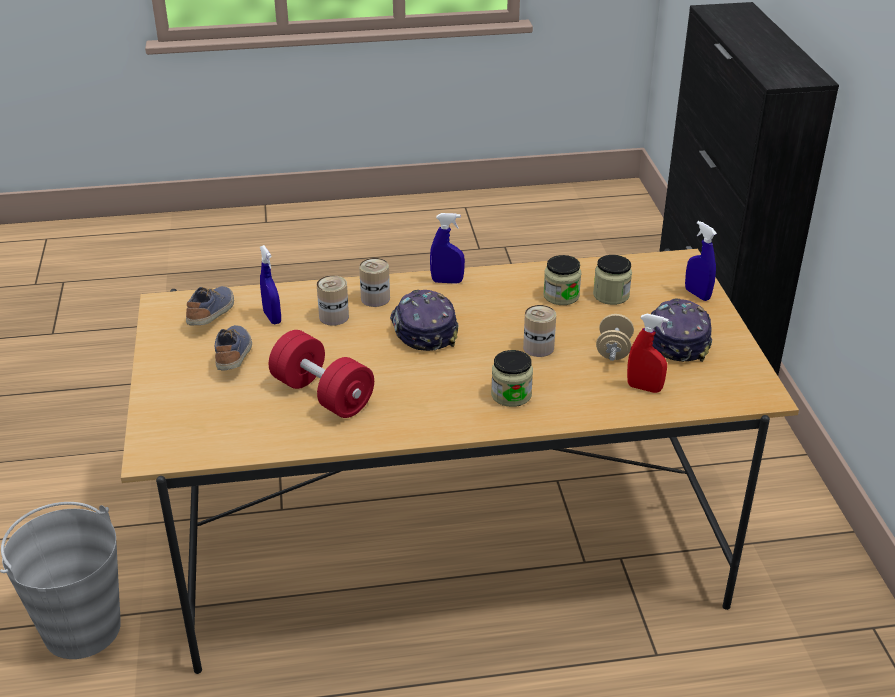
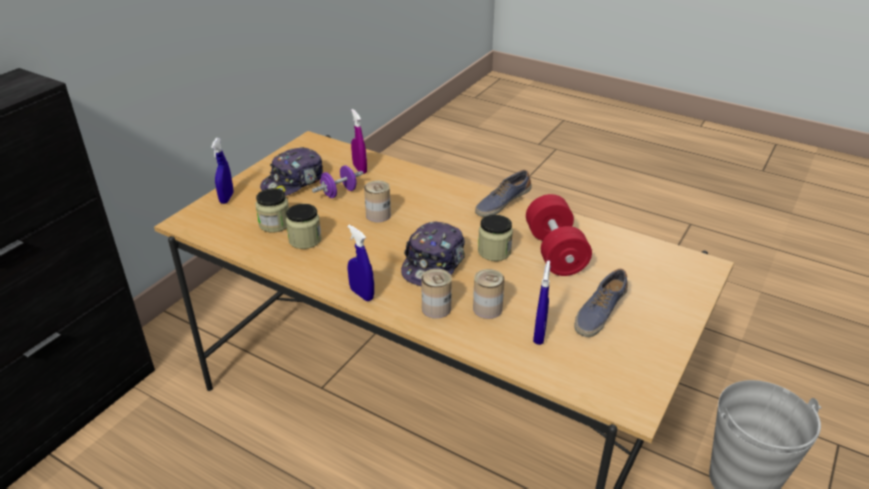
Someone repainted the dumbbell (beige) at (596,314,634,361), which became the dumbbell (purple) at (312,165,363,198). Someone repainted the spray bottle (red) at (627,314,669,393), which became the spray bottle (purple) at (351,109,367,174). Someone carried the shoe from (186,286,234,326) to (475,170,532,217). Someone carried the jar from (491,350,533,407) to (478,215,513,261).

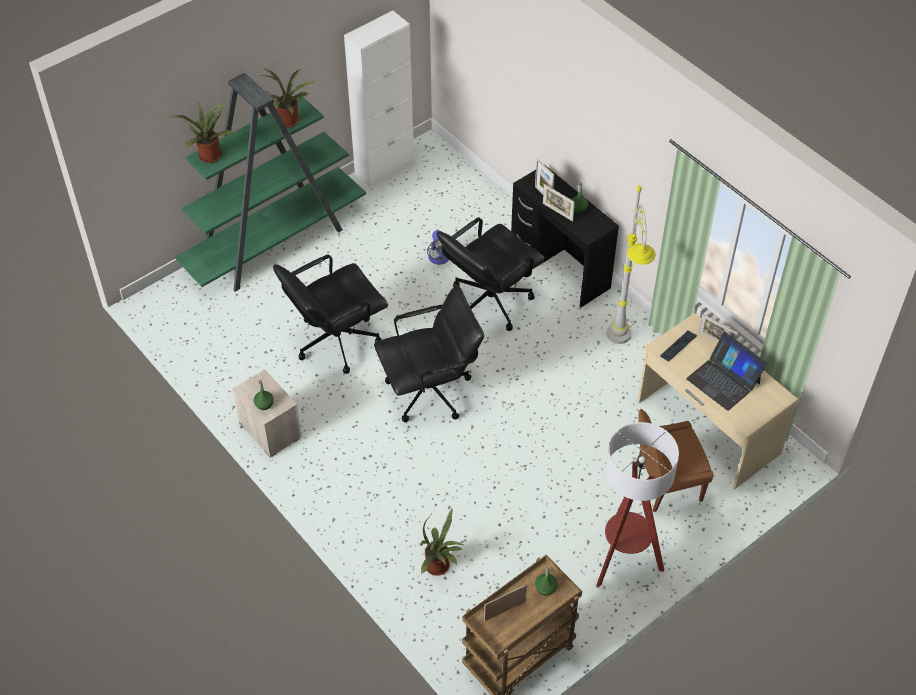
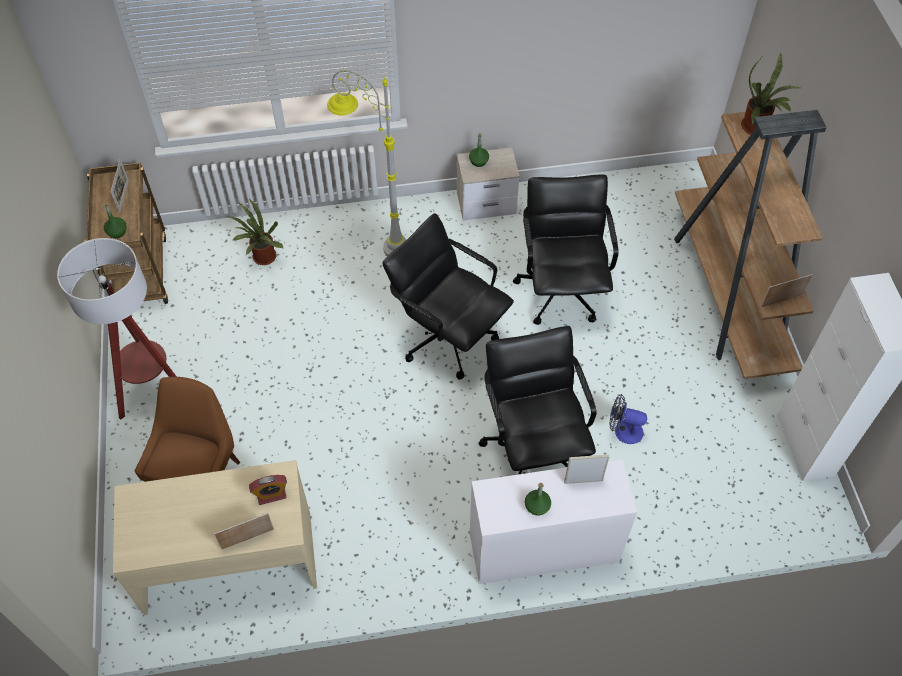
Someone swapped the keyboard at (660,330,697,361) for the alarm clock at (249,475,287,505). Someone carried the floor lamp (grey) from (607,185,656,344) to (327,70,407,256). Someone rotated the office chair (black) at (374,285,484,422) by 120 degrees clockwise. Someone repainted the desk (black) at (511,165,619,308), which became the desk (white) at (470,459,637,584). Someone repainted the bookcase (green) at (175,73,366,292), which became the bookcase (brown) at (674,110,826,379). Someone carried the picture frame from (543,184,575,221) to (761,274,813,308). Someone took away the potted plant at (261,68,314,128). Someone took away the laptop at (686,332,767,411).

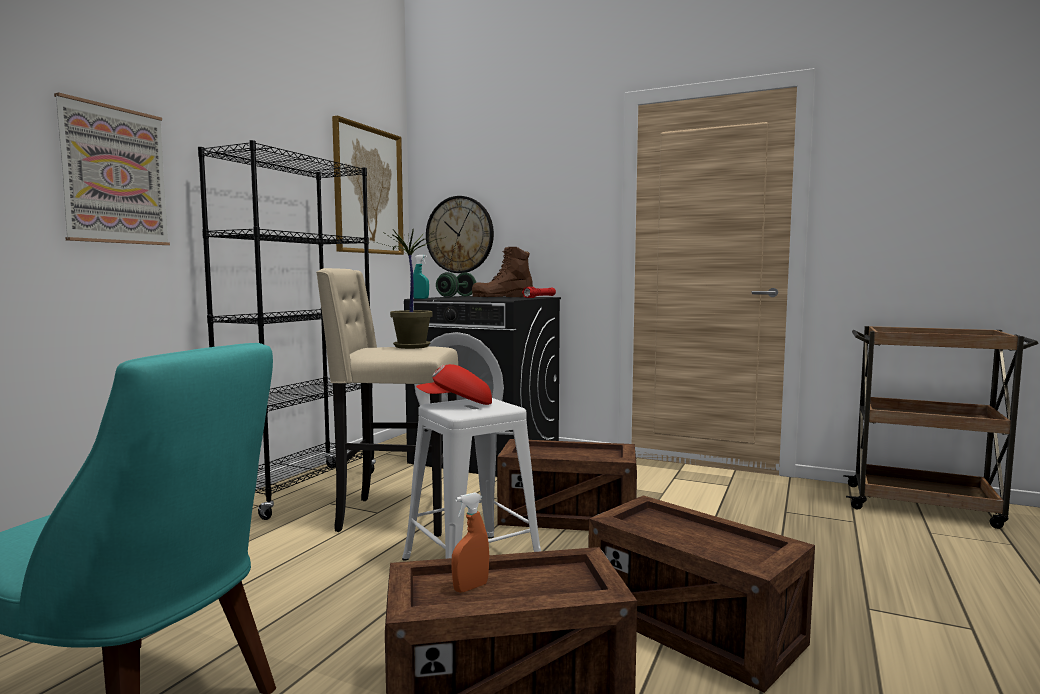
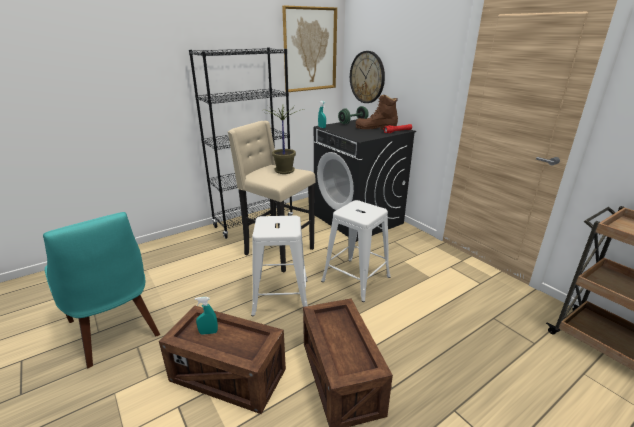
Someone repainted the spray bottle (orange) at (451,492,489,593), which became the spray bottle (turquoise) at (195,297,218,335). Someone swapped the crate at (497,439,637,531) for the stool (white) at (321,200,391,302). Someone took away the picture at (54,92,170,245). Someone took away the cap (red) at (416,364,492,405).

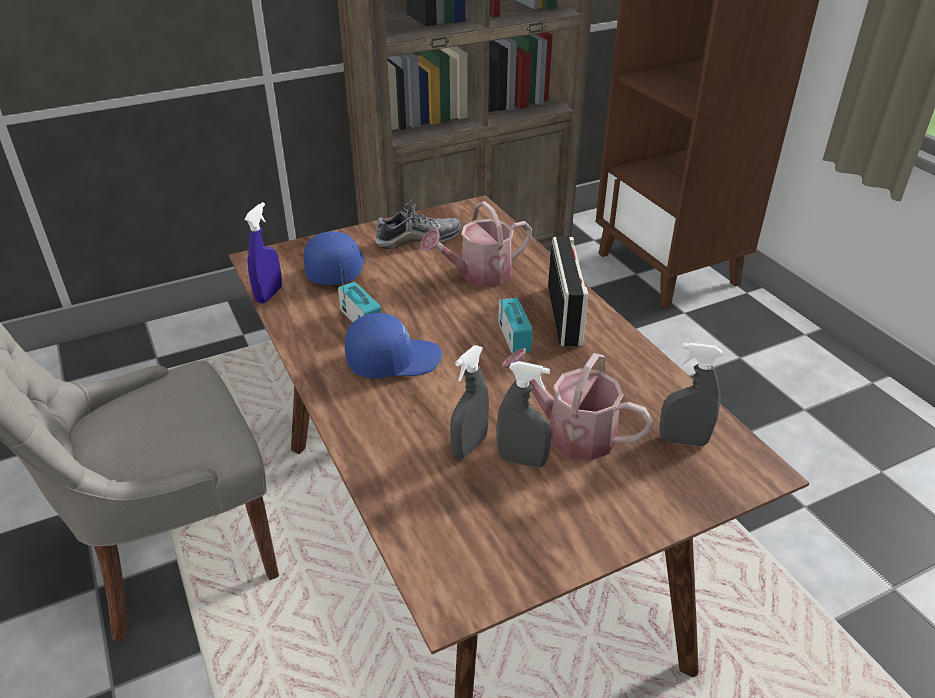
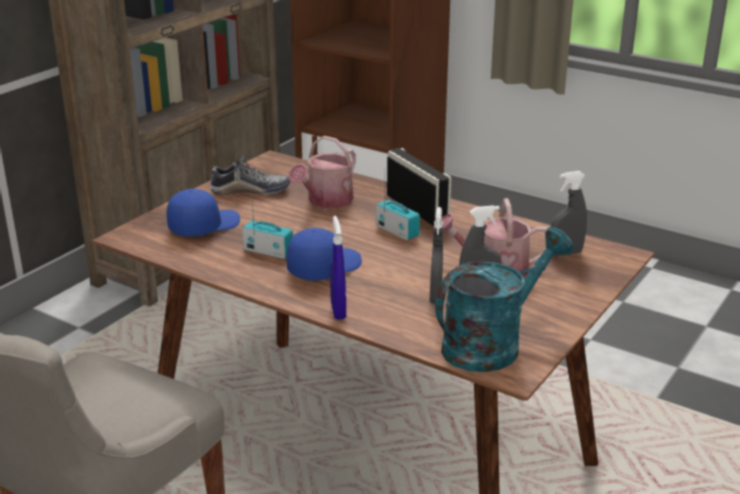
Someone rotated the cap (blue) at (304,231,364,285) by 75 degrees clockwise. Someone rotated the shoe at (375,200,462,249) by 45 degrees clockwise. Someone carried the spray bottle (blue) from (244,202,282,304) to (330,216,346,320). Someone put down the watering can (turquoise) at (435,227,573,372).

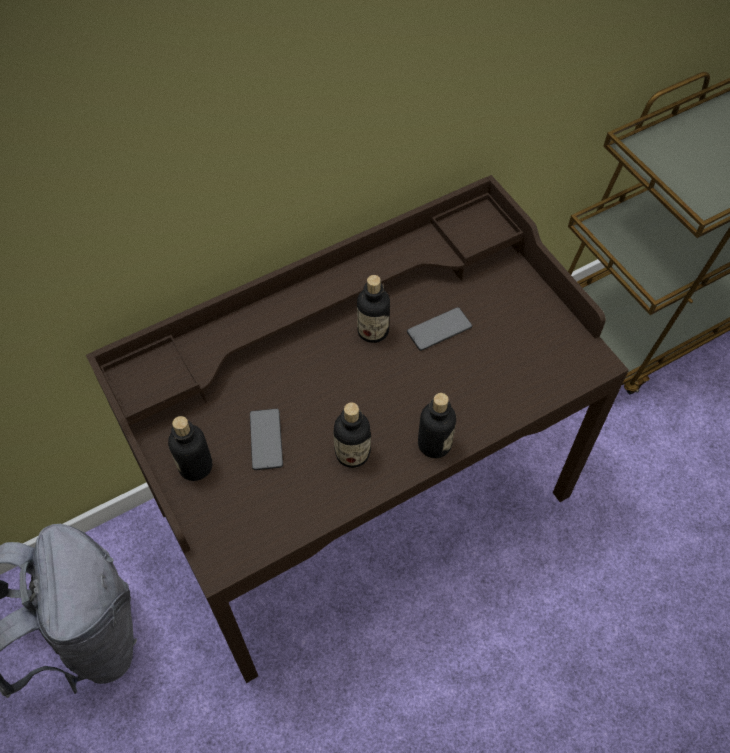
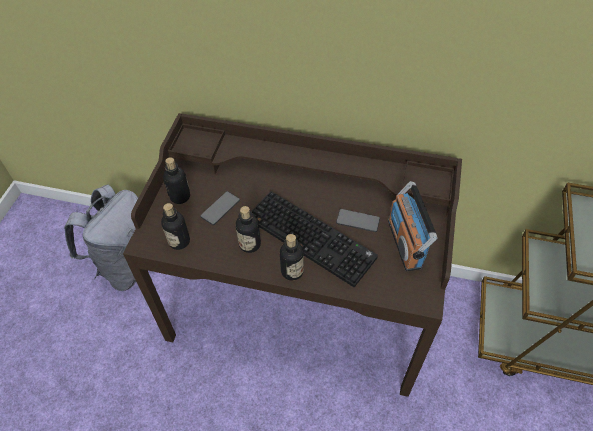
Someone carried the bottle from (357,275,390,343) to (161,203,190,250). Someone put down the keyboard at (251,191,378,287). Someone put down the radio at (388,181,438,271).

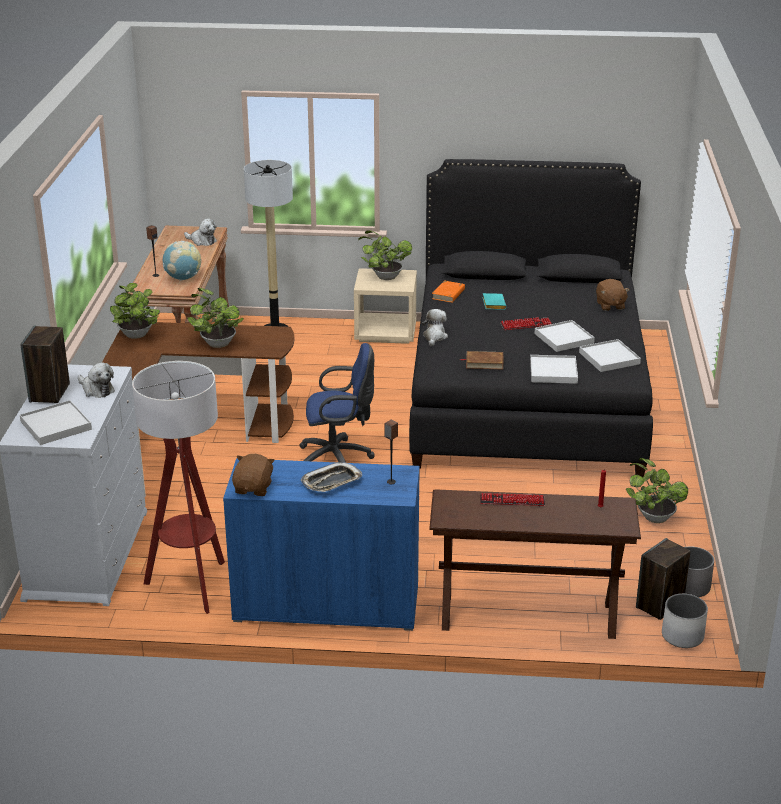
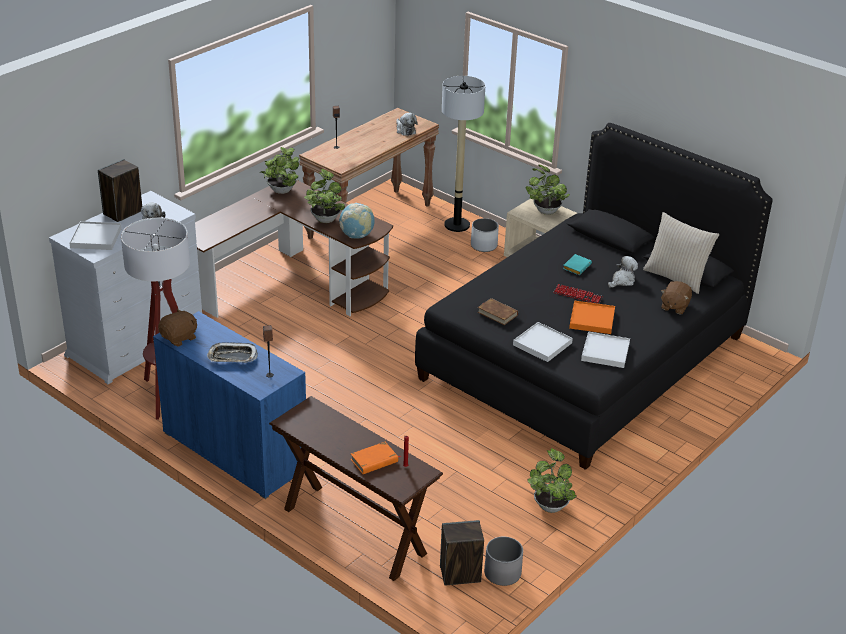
Someone carried the globe from (163,241,201,281) to (339,203,375,239). Someone carried the book (orange) from (432,281,465,303) to (351,442,401,474). Someone carried the planter (white) from (662,594,708,648) to (471,218,499,252). Someone repainted the tray (white) at (534,320,595,352), which became the tray (orange) at (569,301,615,334). Someone carried the plush toy from (422,309,448,346) to (608,256,638,288). Someone put down the pillow (beige) at (643,212,719,294). Someone took away the office chair (blue) at (299,343,375,462). Someone took away the keyboard at (480,493,545,507).

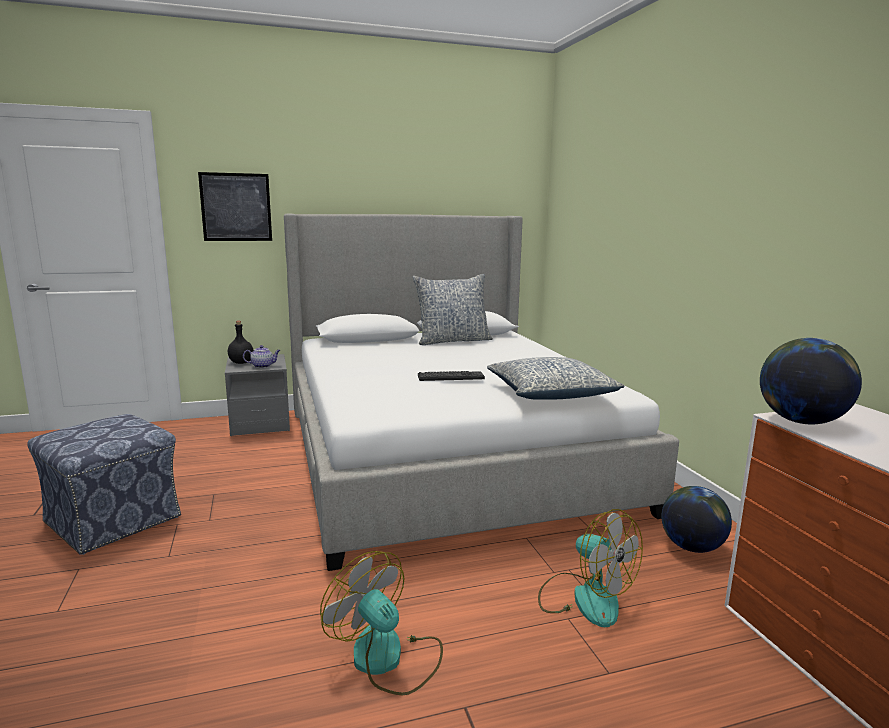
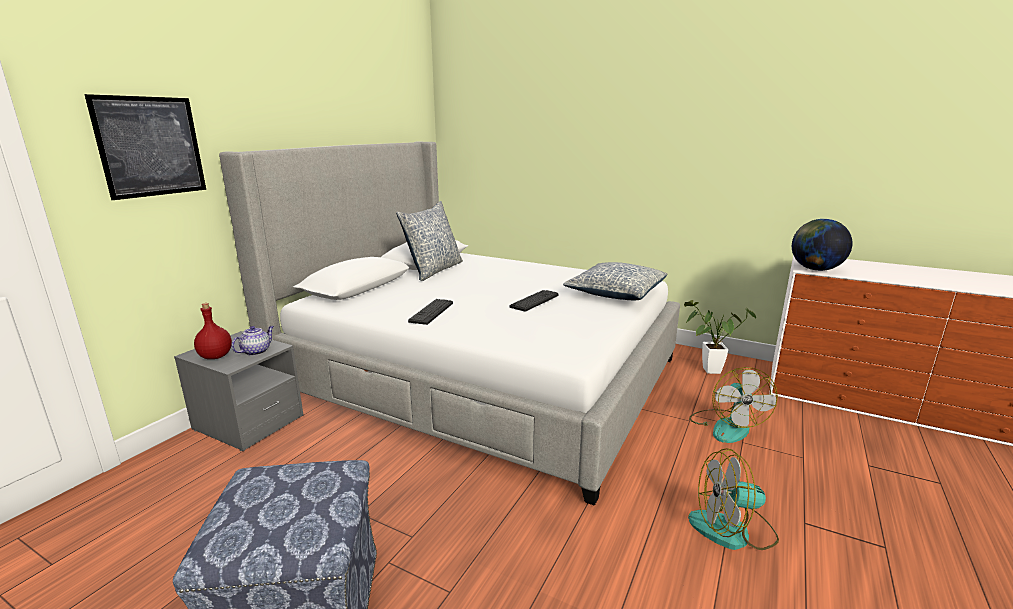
Someone repainted the bottle (black) at (228,321,254,364), which became the bottle (red) at (194,303,232,359). Someone put down the keyboard at (408,299,453,325). Someone swapped the globe at (661,486,732,553) for the potted plant at (684,300,756,374). Someone rotated the fan at (538,509,643,627) by 90 degrees clockwise.

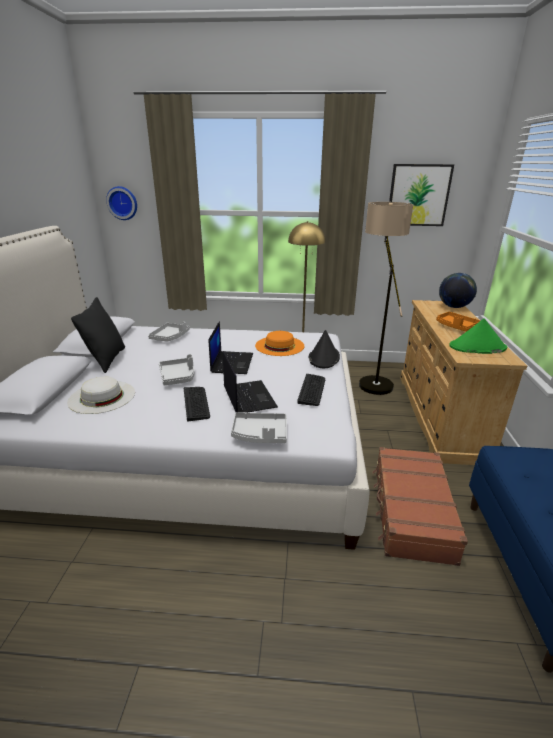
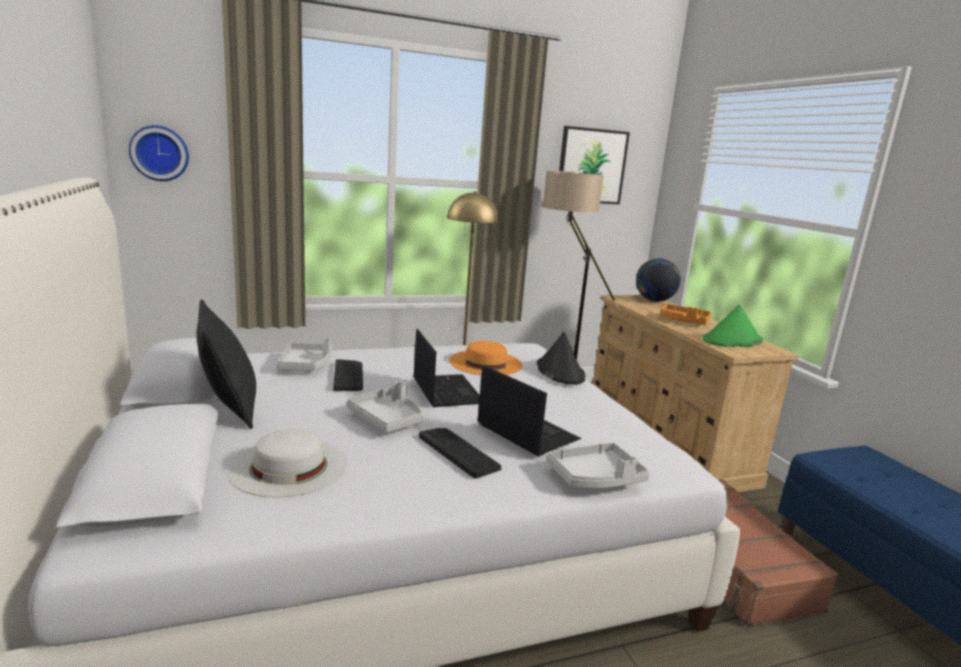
Someone carried the keyboard from (297,374,325,406) to (333,359,363,391).

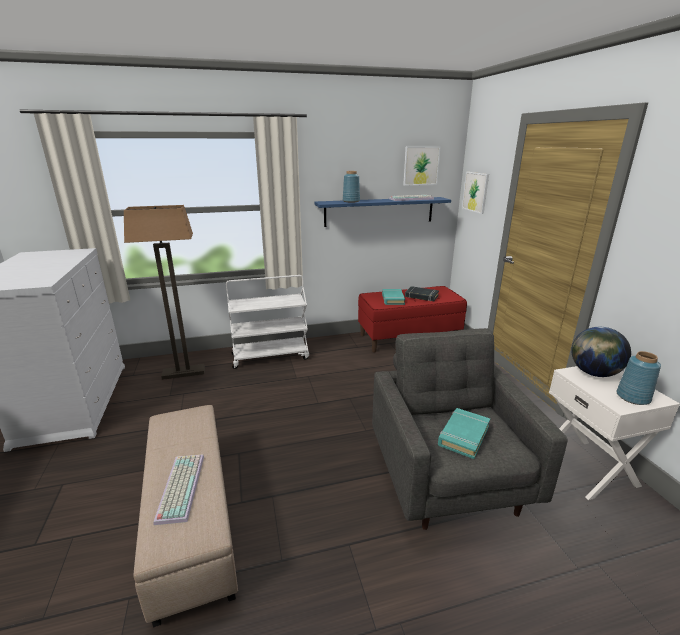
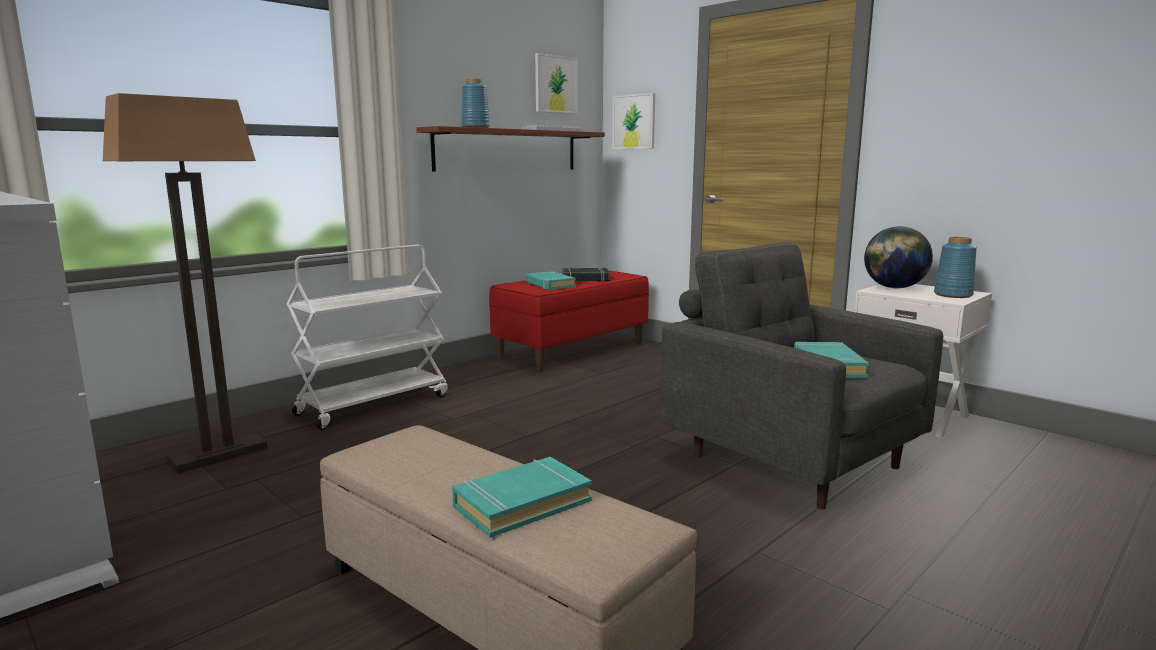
Someone repainted the shelf (blue) at (315,197,451,227), which became the shelf (brown) at (416,126,605,171). Someone swapped the keyboard at (153,454,204,525) for the book (turquoise) at (452,457,592,538).

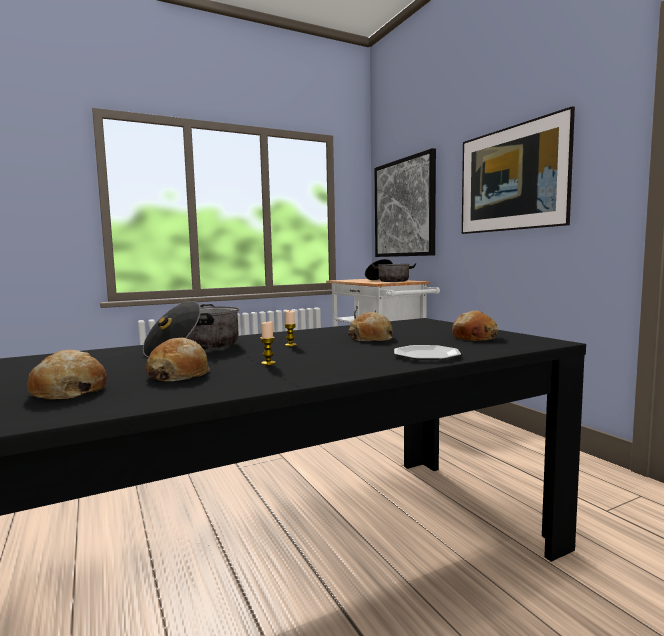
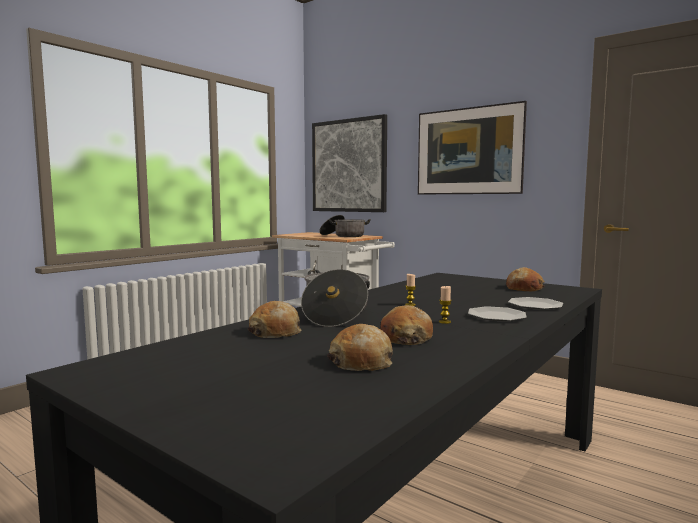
Someone carried the bread from (348,312,393,341) to (248,301,302,338). Someone put down the plate at (468,306,527,321).

